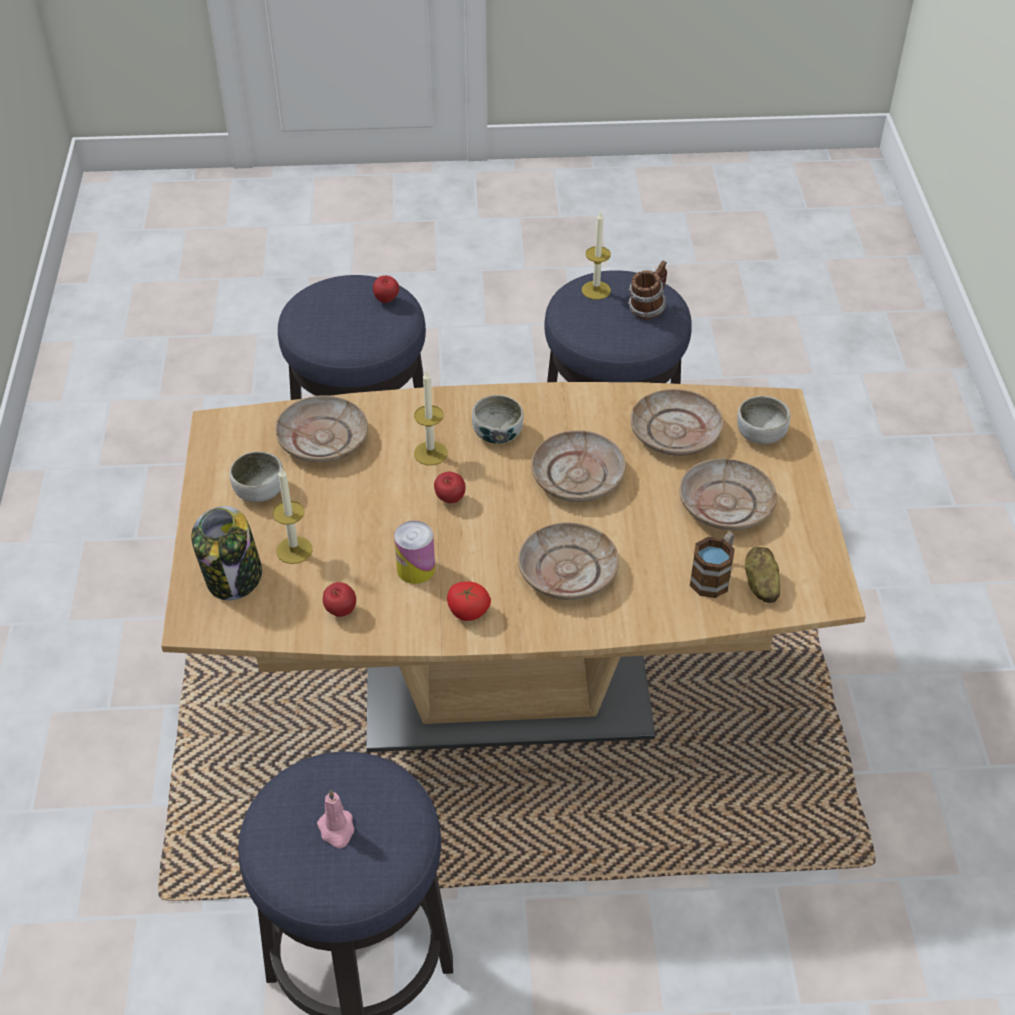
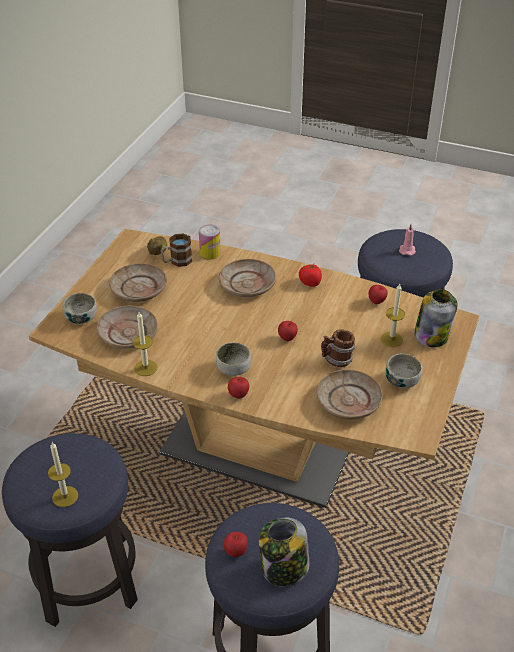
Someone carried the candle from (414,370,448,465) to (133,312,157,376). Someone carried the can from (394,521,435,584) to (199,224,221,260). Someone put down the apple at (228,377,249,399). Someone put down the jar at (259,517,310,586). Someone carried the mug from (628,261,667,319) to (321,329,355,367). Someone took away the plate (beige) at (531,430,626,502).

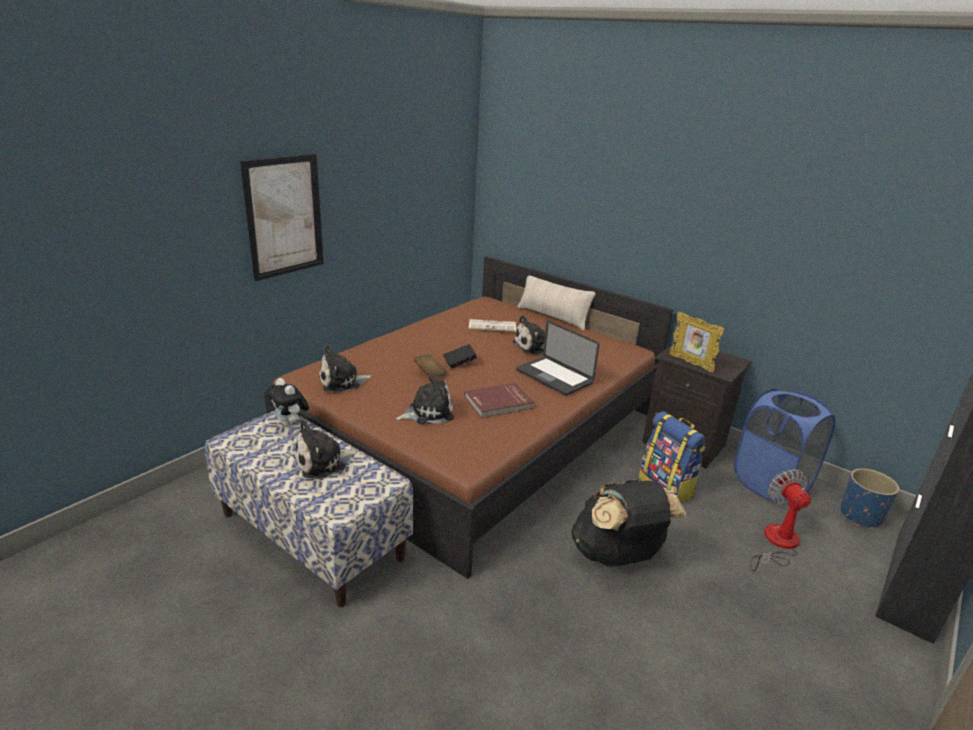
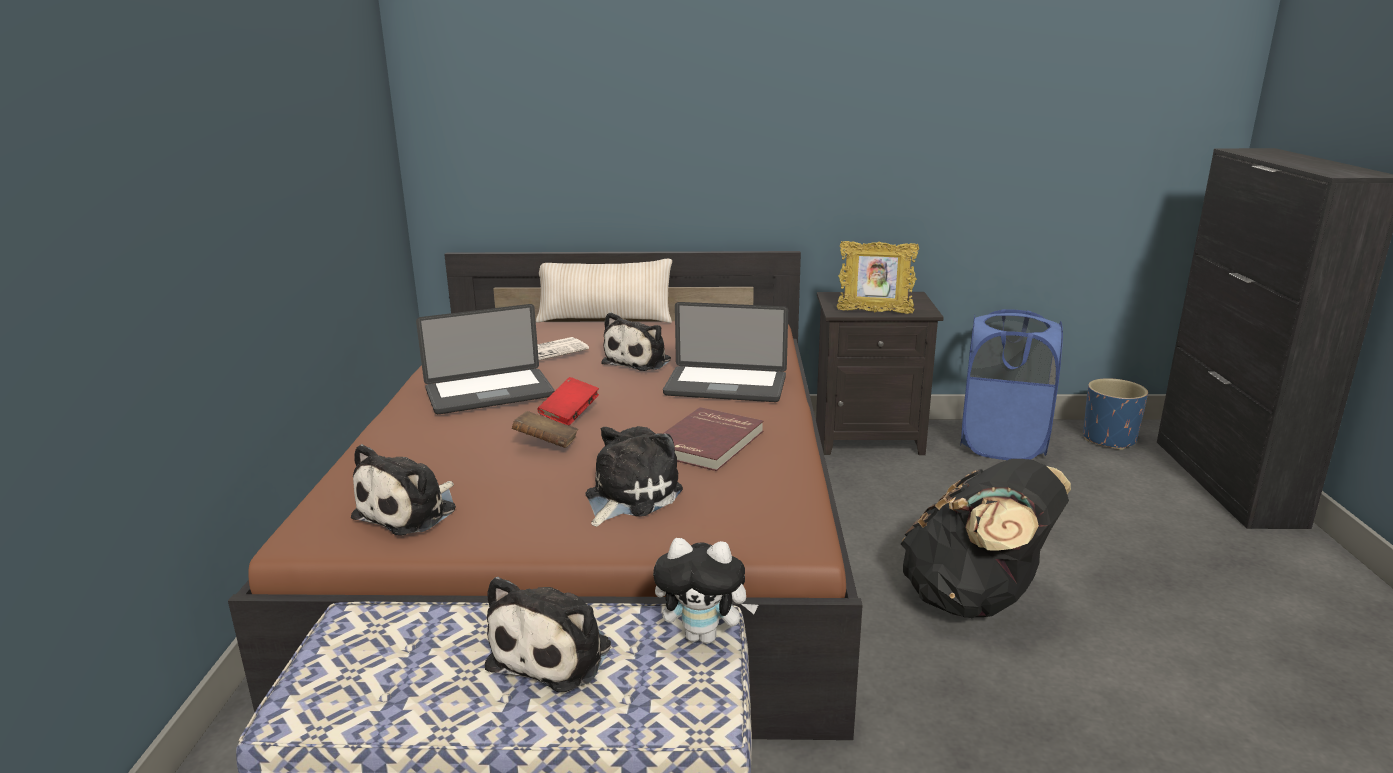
Someone put down the laptop at (416,304,555,414). Someone repainted the book (black) at (443,344,477,369), which became the book (red) at (537,377,599,425). Someone carried the plush toy from (266,378,309,426) to (653,538,758,644). Someone took away the picture at (240,154,324,281). Someone took away the backpack at (639,412,705,503). Someone took away the fan at (750,469,811,571).

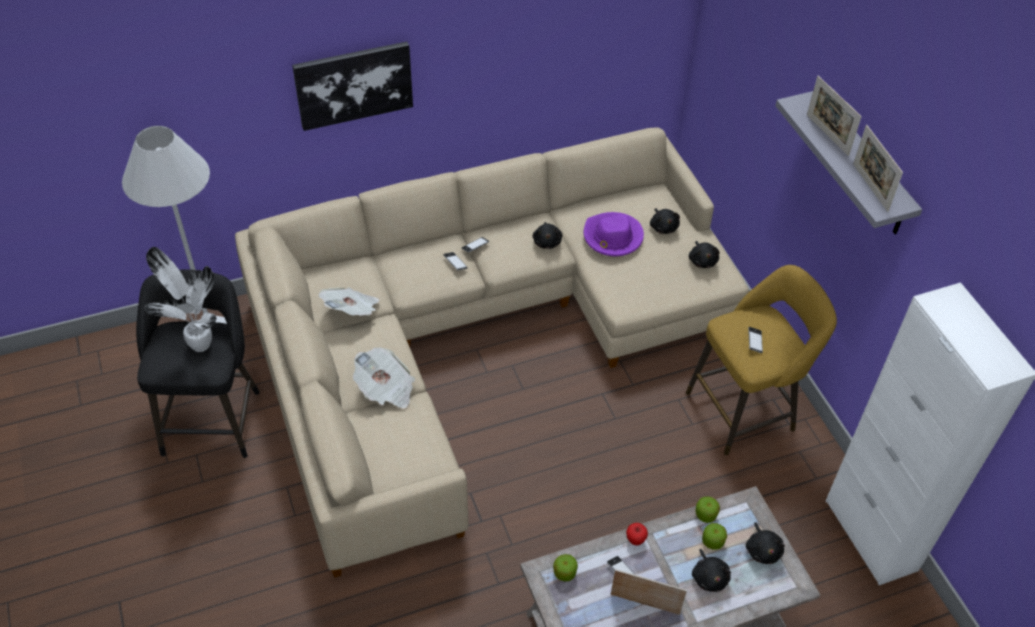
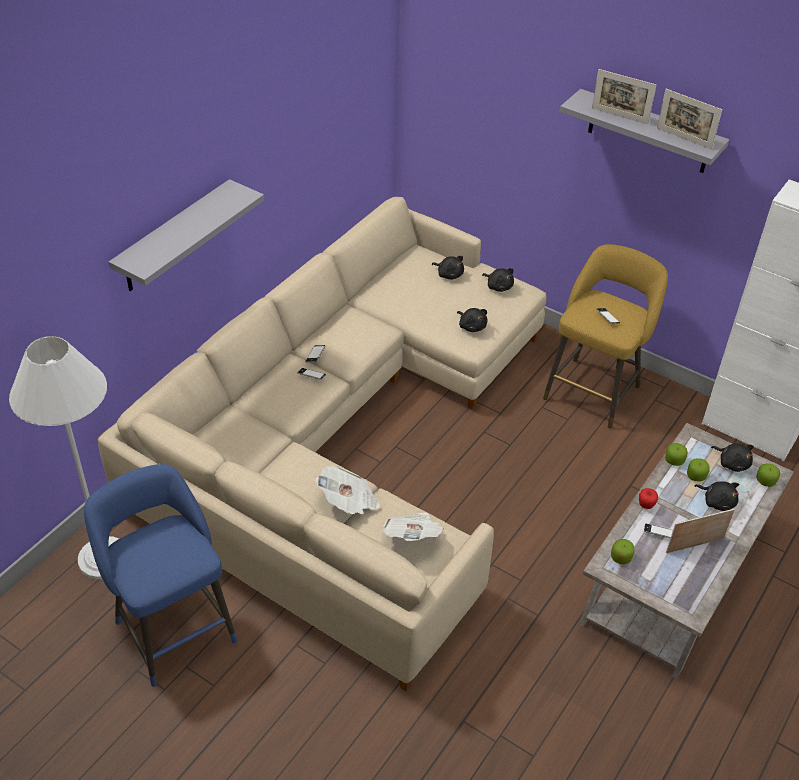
Someone repainted the stool (black) at (136,269,260,458), which became the stool (blue) at (84,464,237,687). Someone swapped the picture at (292,42,413,131) for the shelf (grey) at (109,179,264,291). Someone carried the newspaper from (319,287,380,315) to (382,512,444,541). Someone carried the plush toy (black) from (532,222,563,249) to (457,308,488,332). Someone put down the apple at (756,463,780,487). Someone took away the potted plant at (145,247,217,352). Someone took away the hat (purple) at (584,212,644,256).

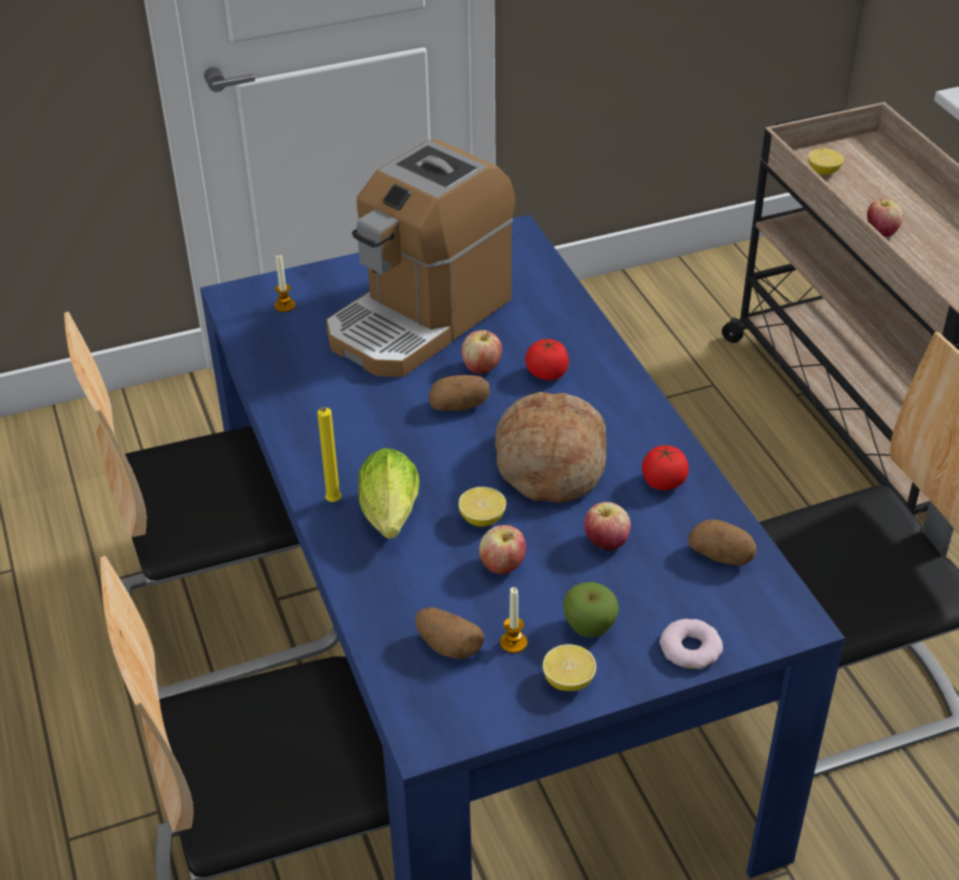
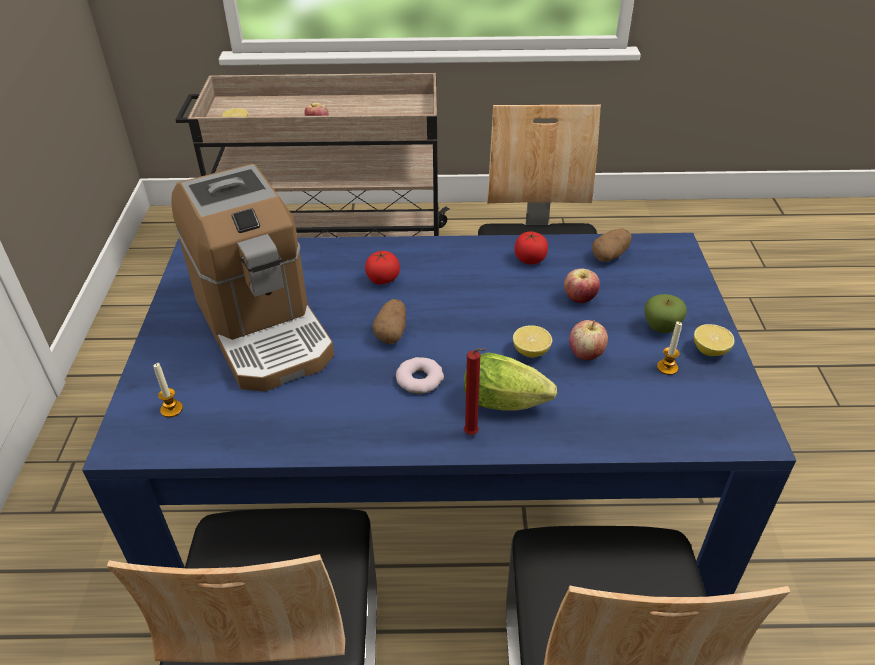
Someone carried the donut from (660,619,723,669) to (396,357,444,394). Someone repainted the candle (yellow) at (317,407,341,502), which became the candle (red) at (464,348,487,435). Someone took away the potato at (415,607,484,659). Someone took away the apple at (461,330,502,374). Someone took away the bread at (495,392,606,503).

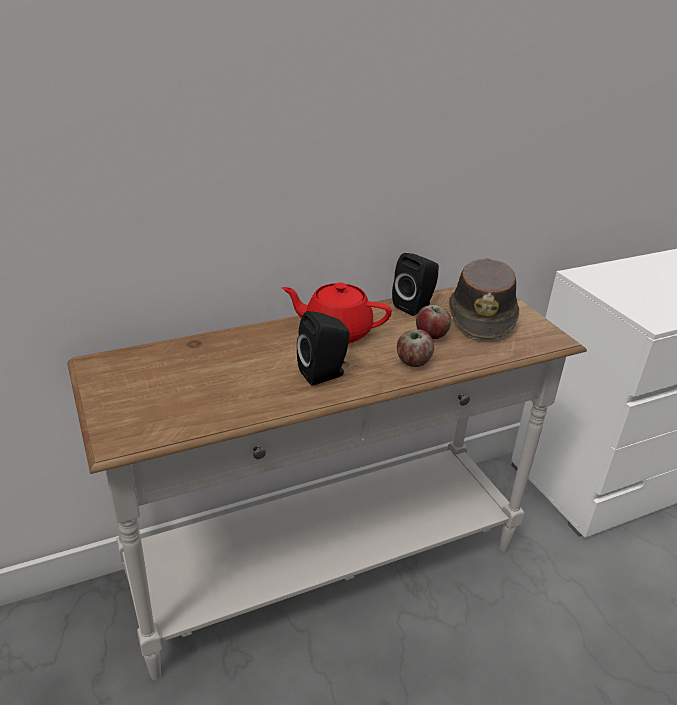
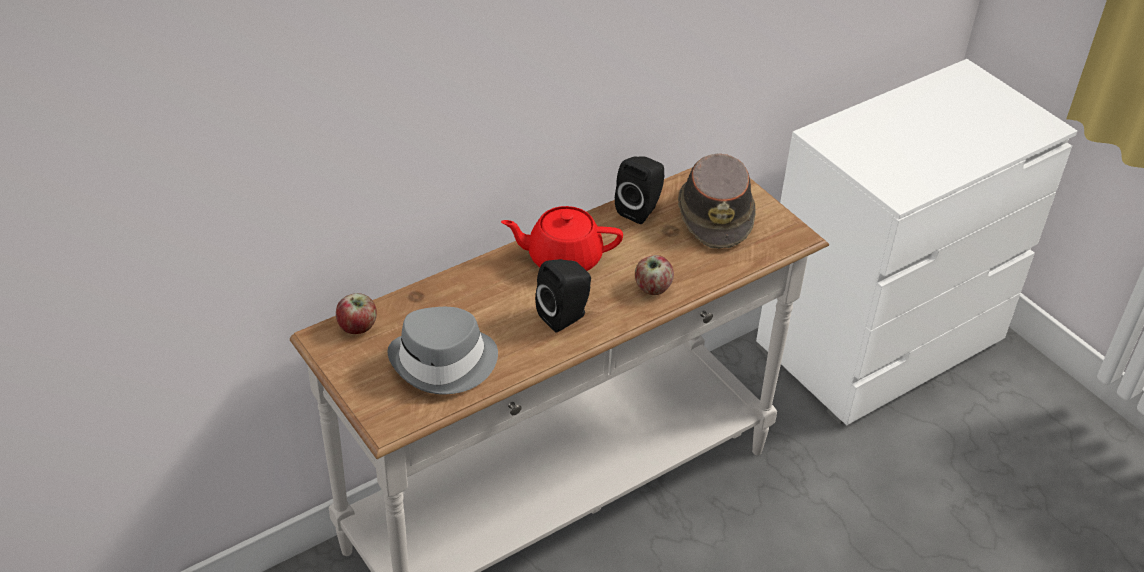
Someone carried the apple from (416,305,451,339) to (336,293,377,334). Someone put down the hat (grey) at (387,307,498,394).

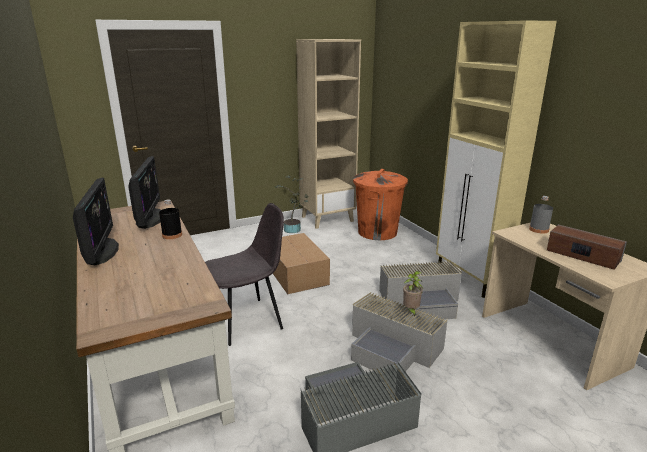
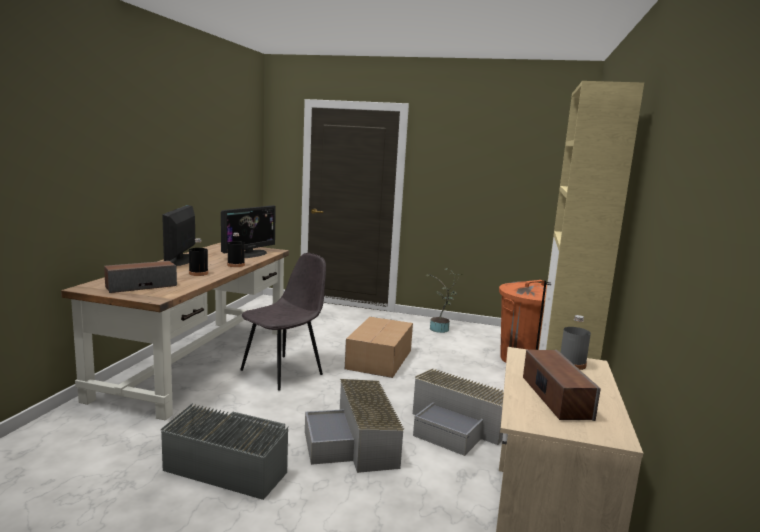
Someone put down the speaker at (104,261,177,293). Someone rotated the monitor at (73,178,119,265) by 150 degrees clockwise. Someone put down the bottle (black) at (189,239,208,276). Someone rotated the chair (grey) at (205,203,284,346) by 60 degrees counterclockwise. Someone took away the bookcase (beige) at (296,39,361,229). Someone took away the potted plant at (403,271,423,316).

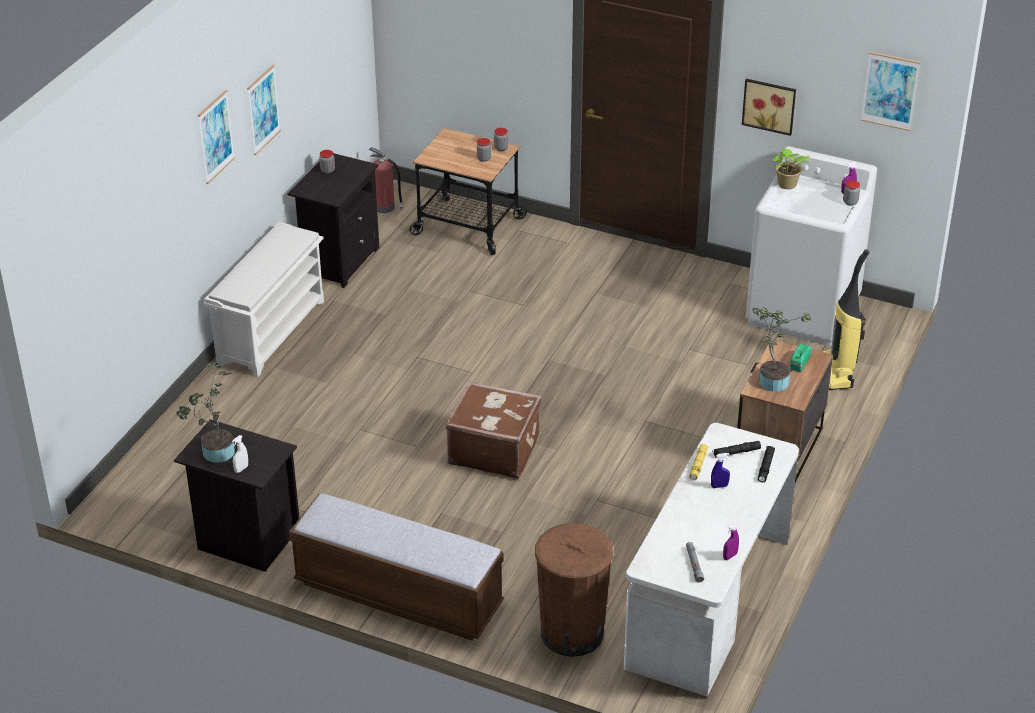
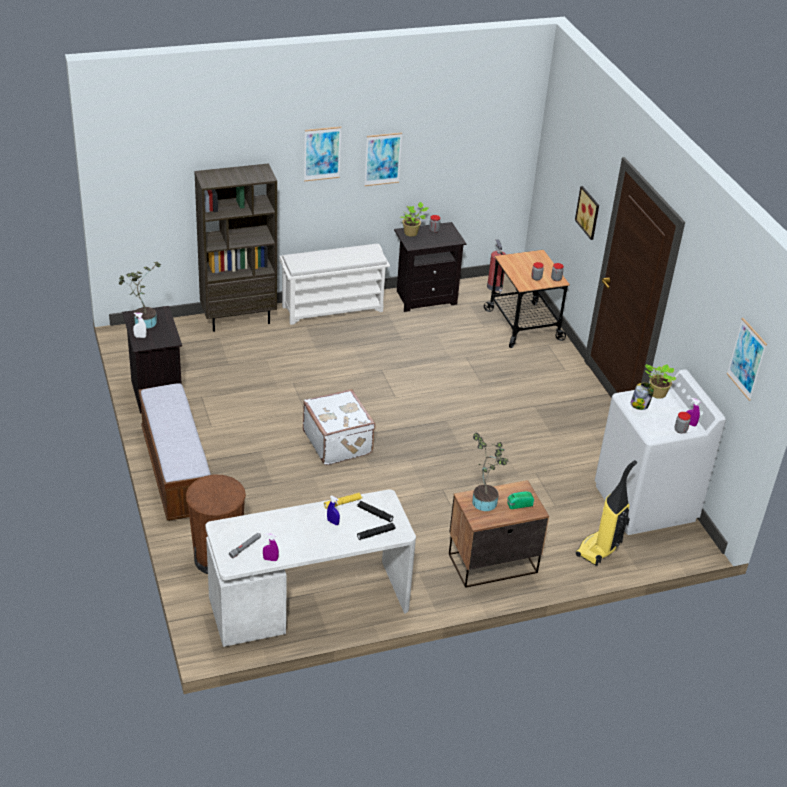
Someone put down the bookcase (brown) at (194,163,277,332). Someone repainted the suitcase (brown) at (446,382,542,479), which became the suitcase (white) at (303,389,375,465). Someone put down the potted plant at (400,202,429,237). Someone carried the picture from (742,79,796,136) to (575,186,599,240). Someone put down the jar at (631,382,654,410).

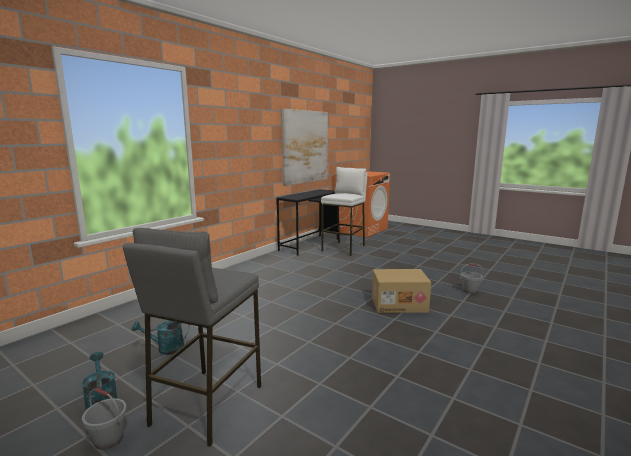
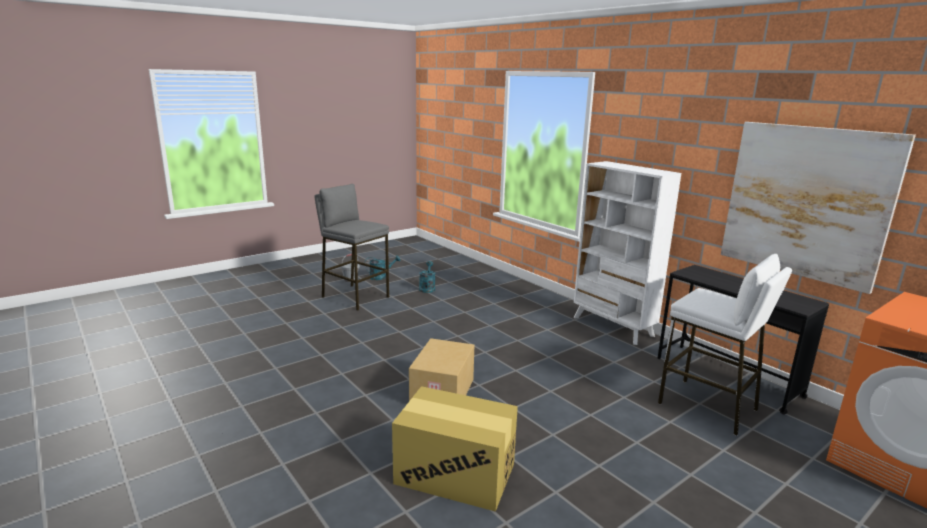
Someone swapped the bucket (grey) at (460,264,483,294) for the cardboard box at (392,386,518,512). Someone put down the bookcase (white) at (574,161,681,345).

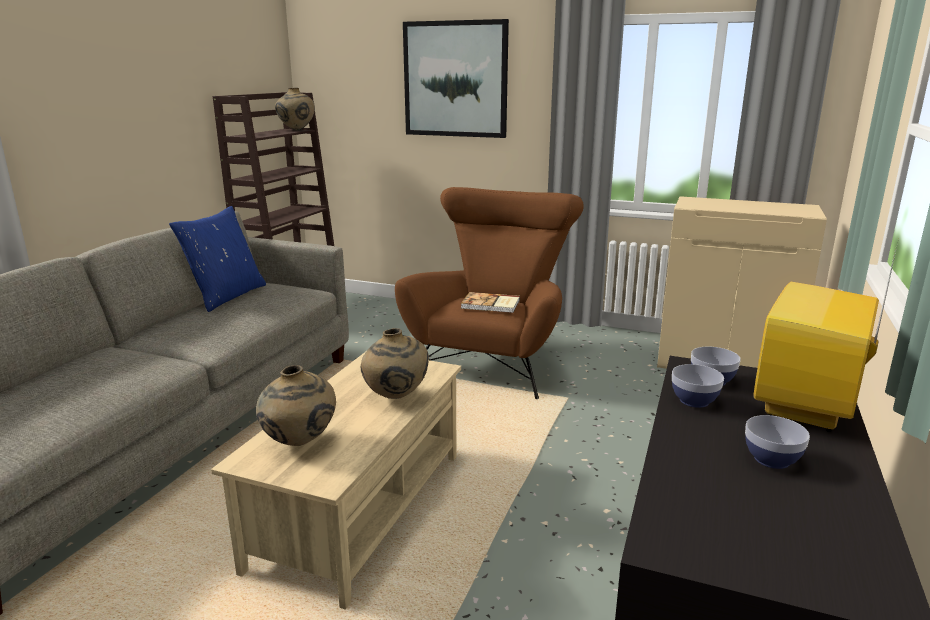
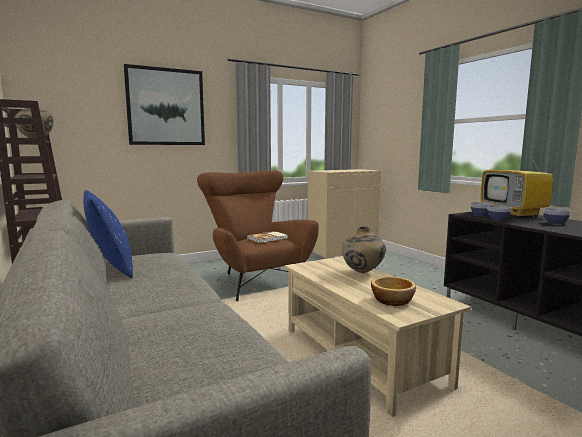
Someone swapped the vase (beige) at (256,365,336,446) for the bowl at (371,276,416,306).

